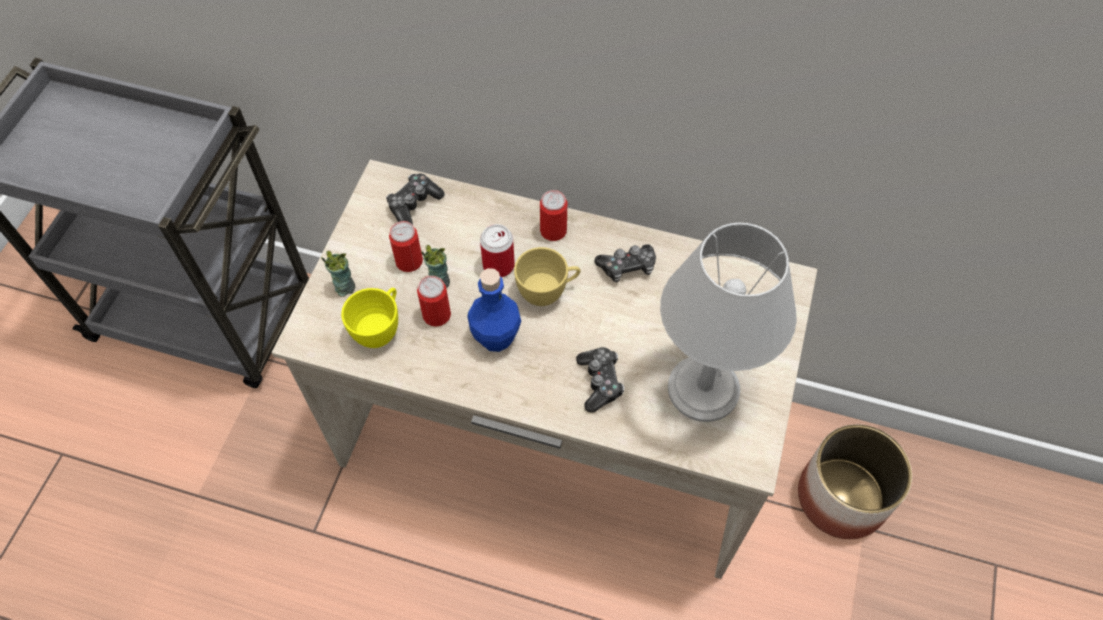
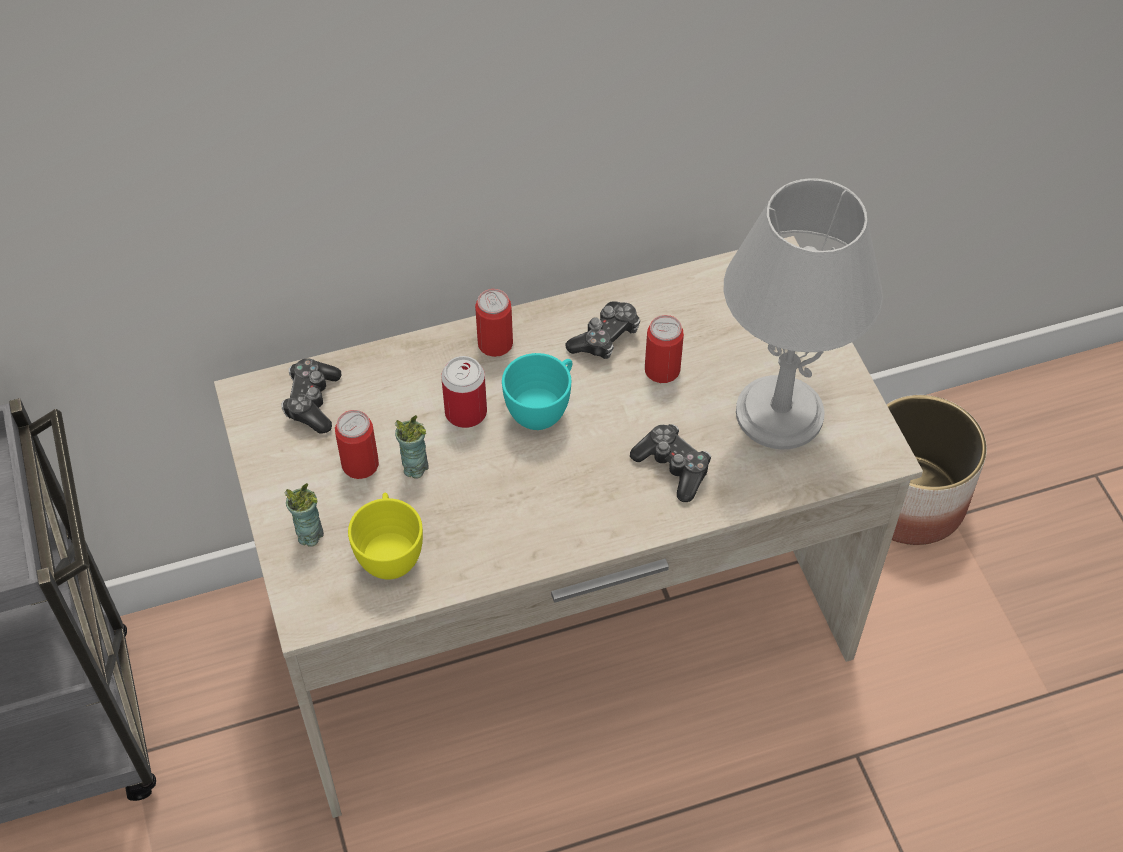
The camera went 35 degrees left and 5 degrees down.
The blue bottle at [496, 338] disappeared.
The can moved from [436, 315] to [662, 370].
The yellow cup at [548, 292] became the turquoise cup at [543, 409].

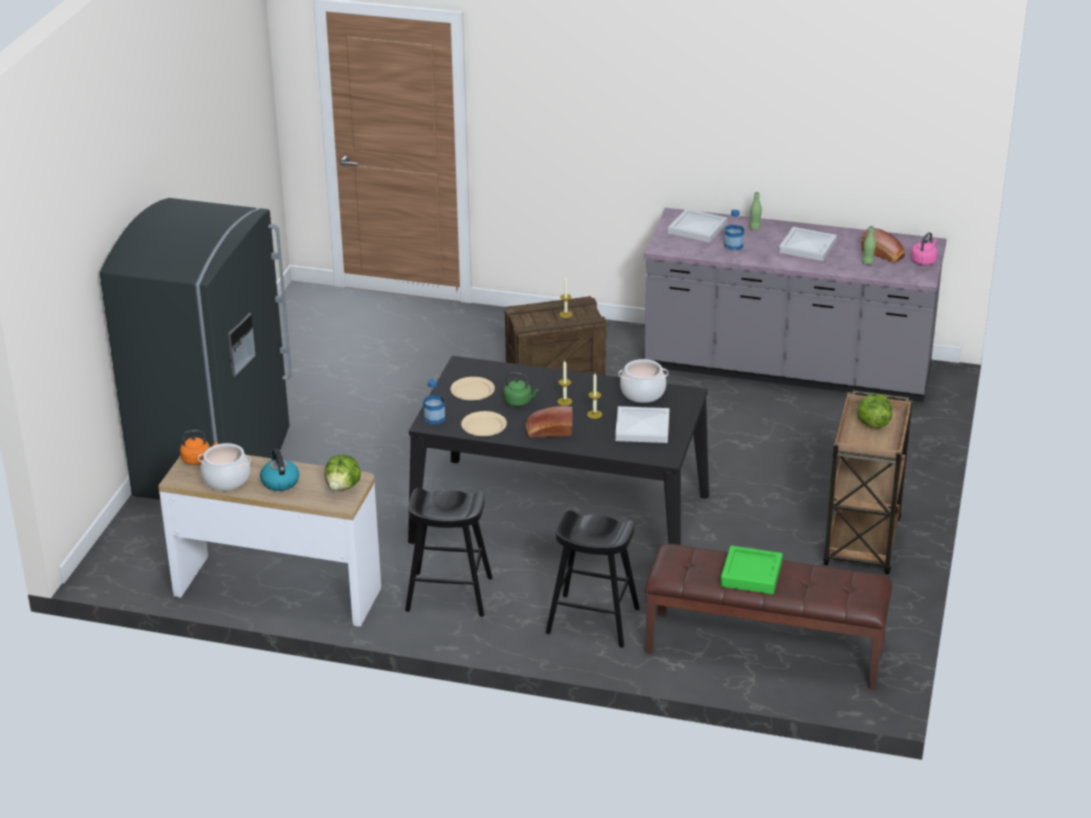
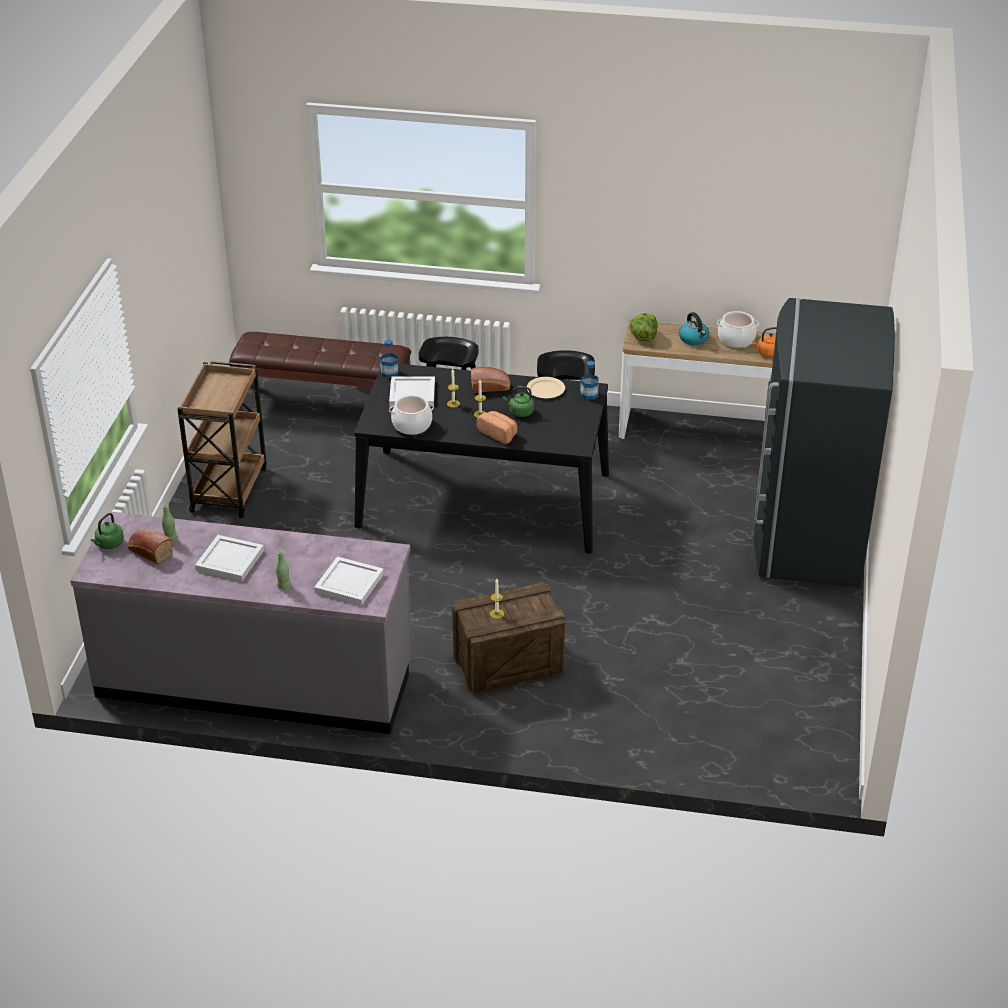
The camera went 175 degrees right and 5 degrees up.
The beige plate at [472, 391] disappeared.
The green tray at [751, 575] disappeared.
The lettuce at [872, 423] disappeared.
The bread at [498, 434] appeared.
The bottle moved from [733, 246] to [389, 373].
The pink kettle at [924, 261] became the green kettle at [109, 544].

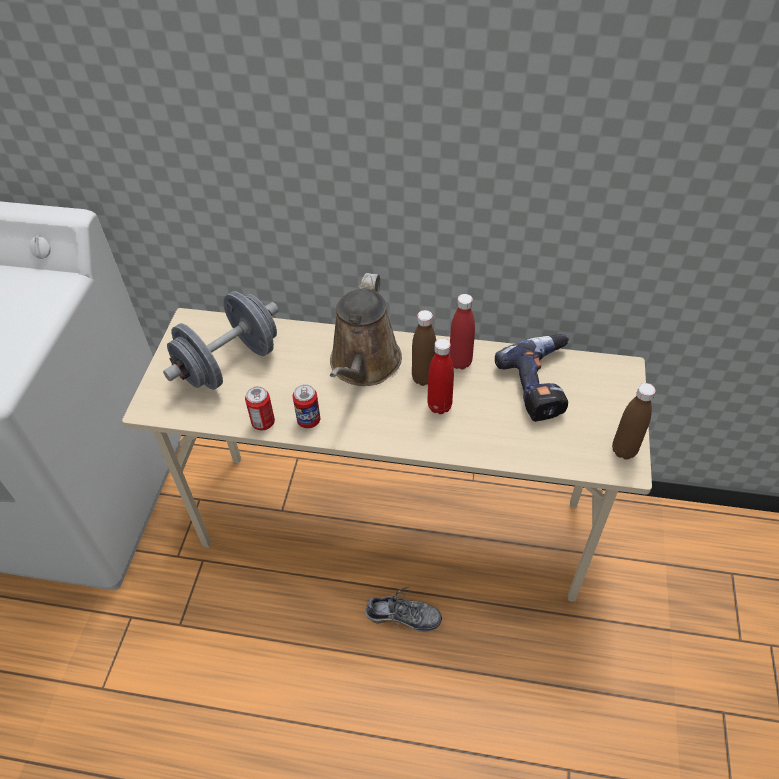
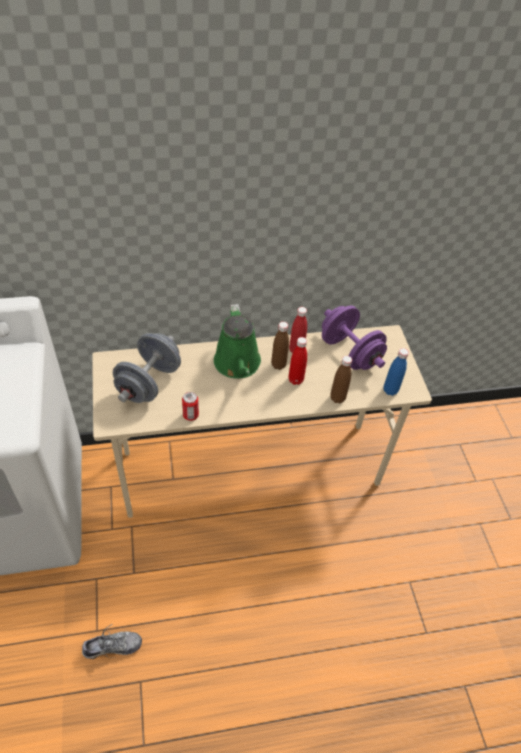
The camera went 25 degrees left and 0 degrees up.
The can at [309, 420] disappeared.
The blue bottle at [390, 390] appeared.
The shoe moved from [403, 616] to [112, 646].
The brown bottle moved from [624, 450] to [337, 398].
The power drill at [543, 384] was replaced by the purple dumbbell at [349, 353].
The brown watering can at [364, 365] became the green watering can at [238, 365].

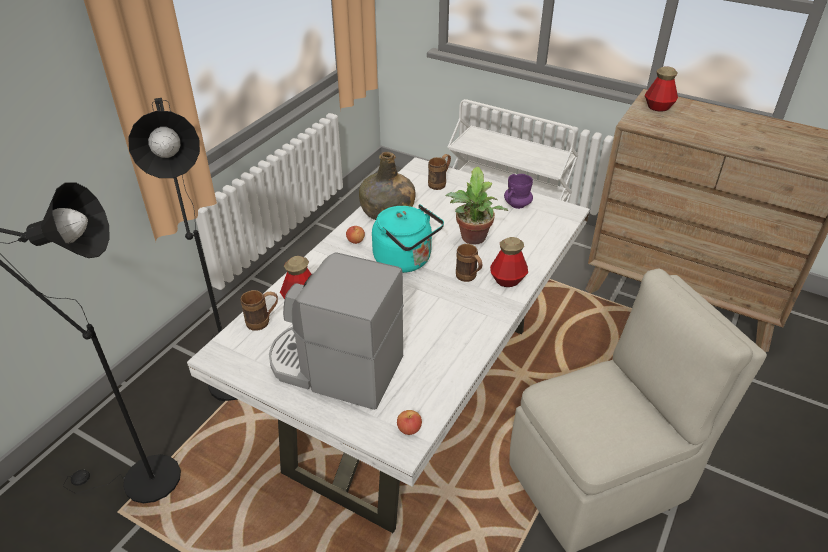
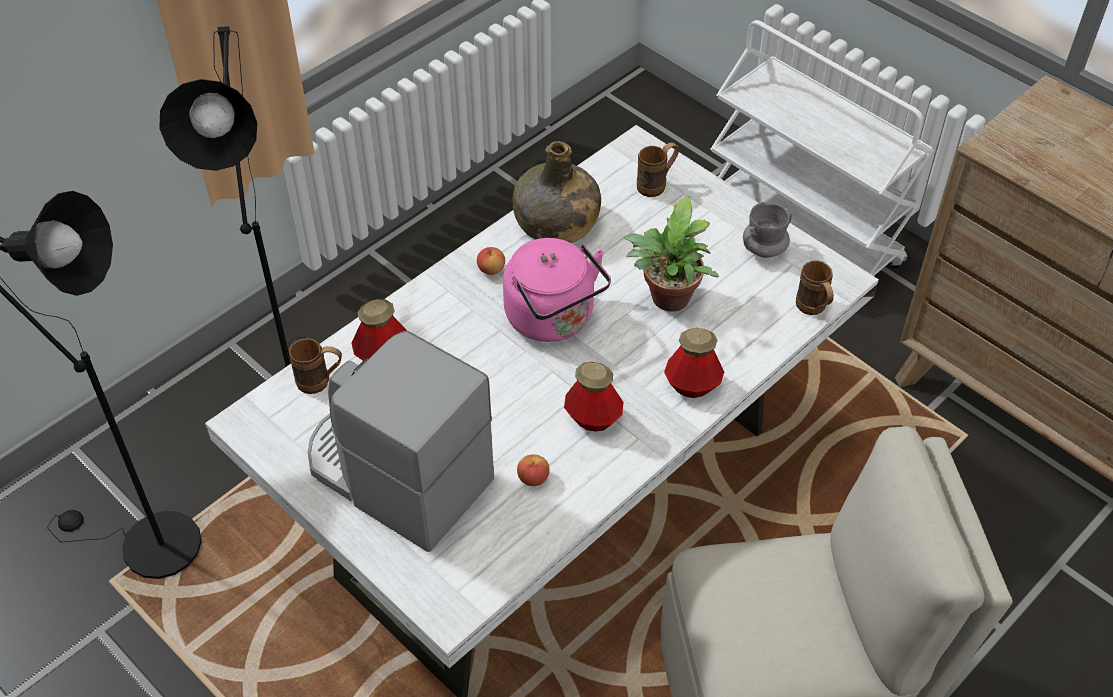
The camera went 15 degrees right and 10 degrees up.
The apple moved from [409, 429] to [533, 478].
The brown mug moved from [469, 278] to [813, 310].
The bottle moved from [658, 107] to [593, 418].
The turquoise kettle at [406, 260] became the pink kettle at [554, 319].
The purple mug at [517, 204] became the grey mug at [764, 249].

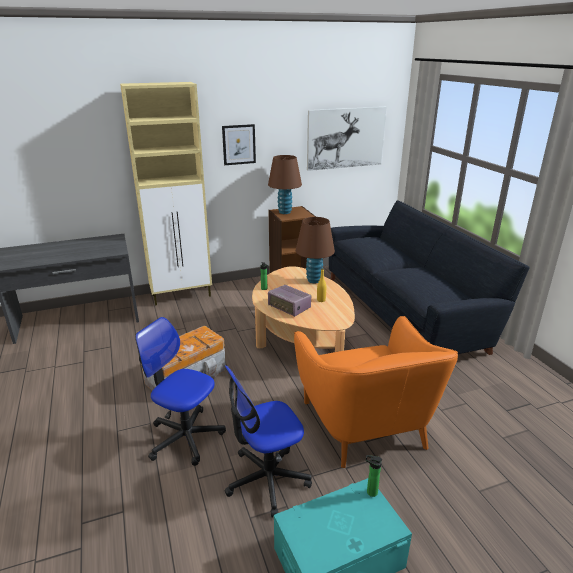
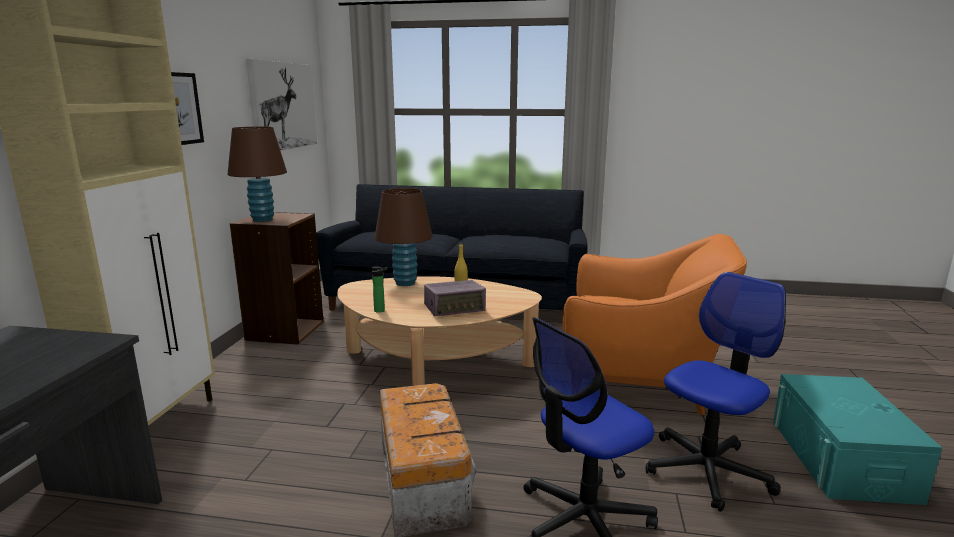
The camera went 60 degrees left and 10 degrees down.
The bottle at [370, 492] disappeared.
The office chair at [267, 479] turned 135 degrees counterclockwise.

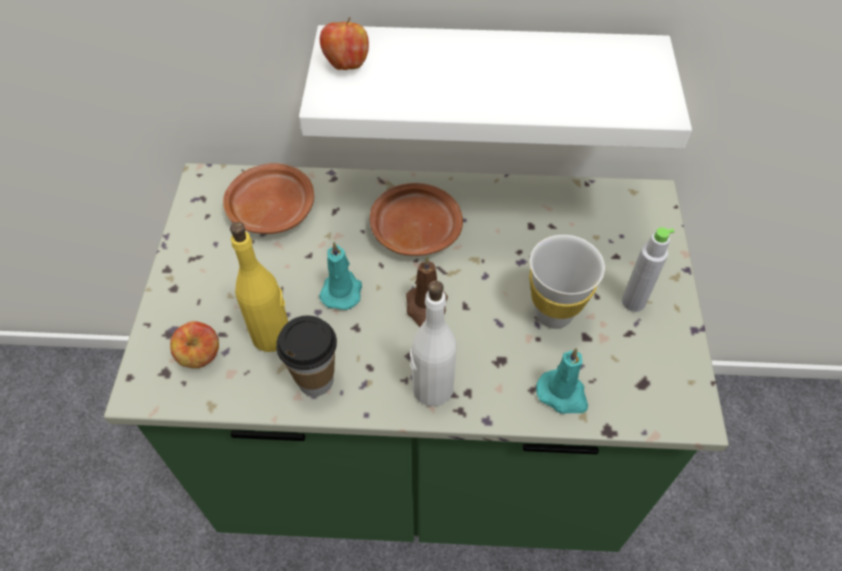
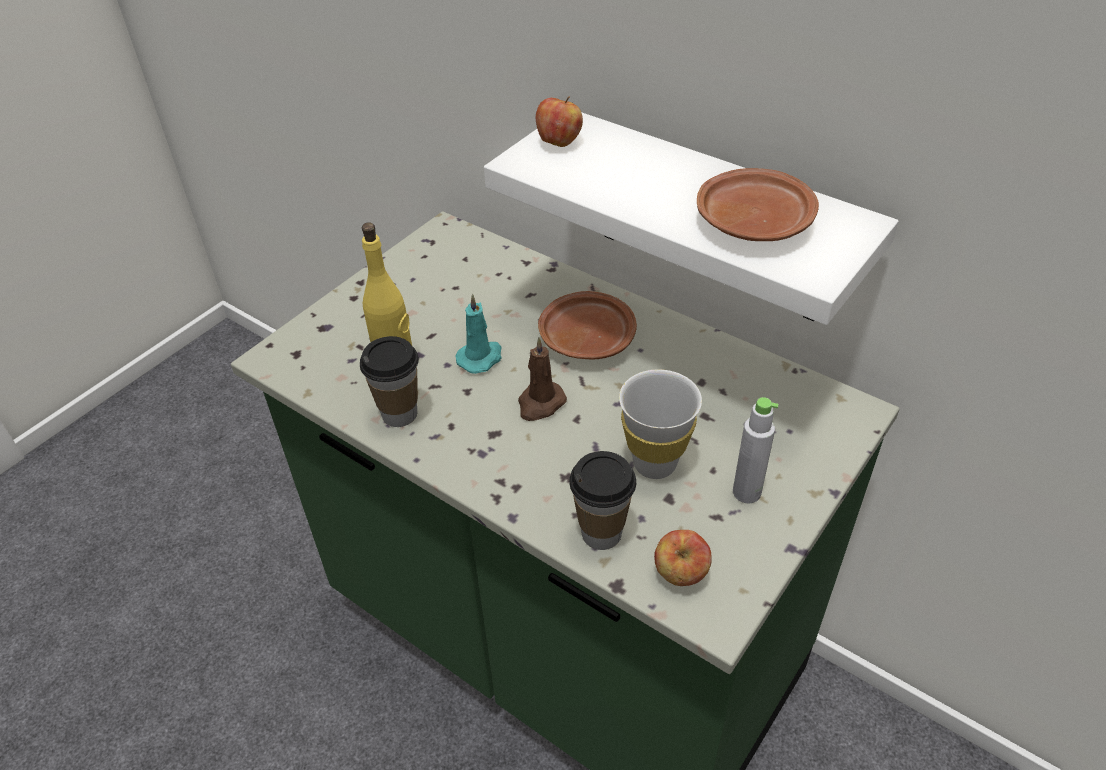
The camera went 35 degrees right and 10 degrees down.
The white bottle at [432, 388] disappeared.
The apple moved from [200, 357] to [680, 574].
The brown plate moved from [271, 209] to [753, 222].
The turquoise candle at [563, 394] was replaced by the cup at [601, 533].

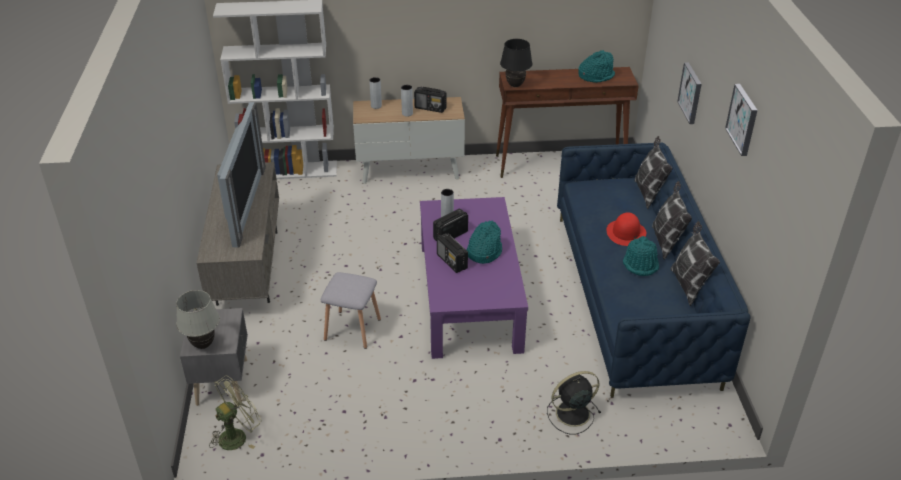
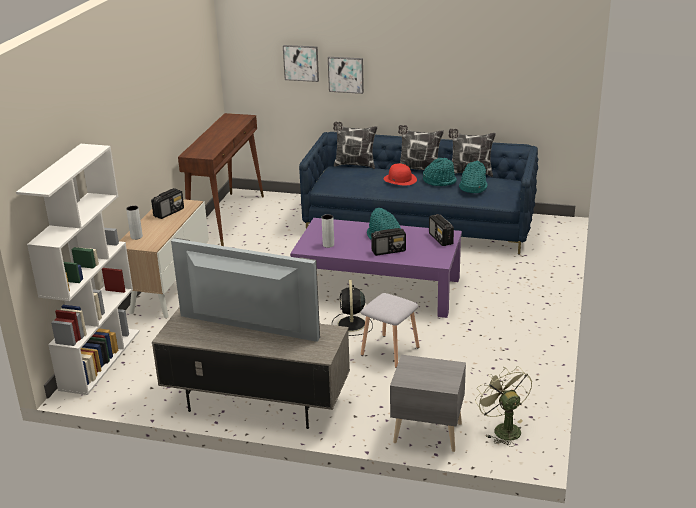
The camera went 70 degrees left and 10 degrees down.
The white table lamp at [203, 345] disappeared.
The grey vase at [407, 113] disappeared.
The black table lamp at [515, 85] disappeared.
The radio moved from [450, 235] to [441, 239].
The black fan moved from [571, 414] to [351, 324].
The turquoise hat moved from [596, 76] to [472, 187].
The picture moved from [743, 119] to [301, 62].

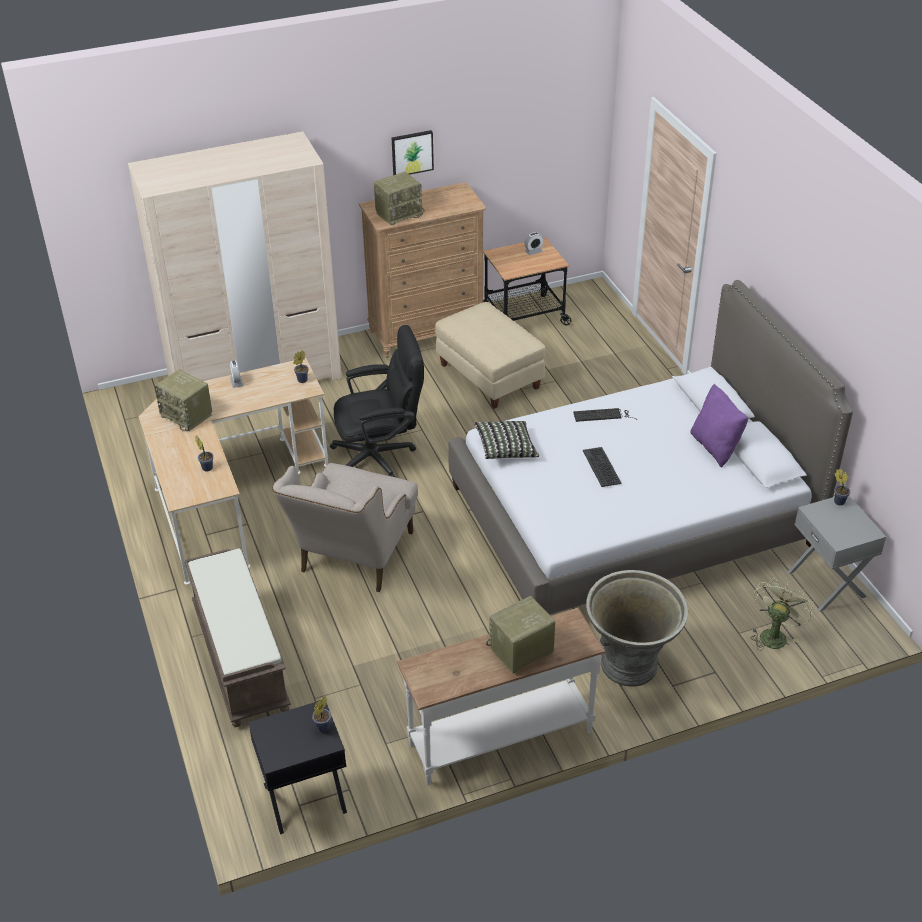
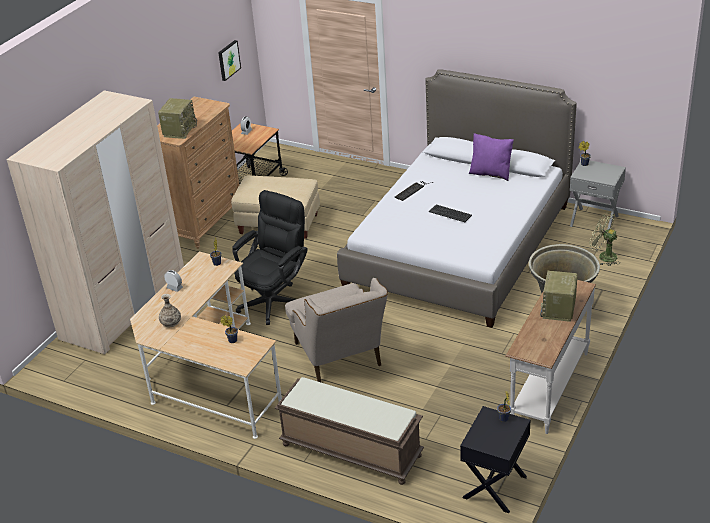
The camera went 40 degrees left and 5 degrees down.
The pillow at [505, 449] disappeared.
The picture moved from [412, 152] to [228, 60].
The radio at [187, 415] was replaced by the vase at [171, 322].
The green fan at [774, 634] turned 45 degrees counterclockwise.

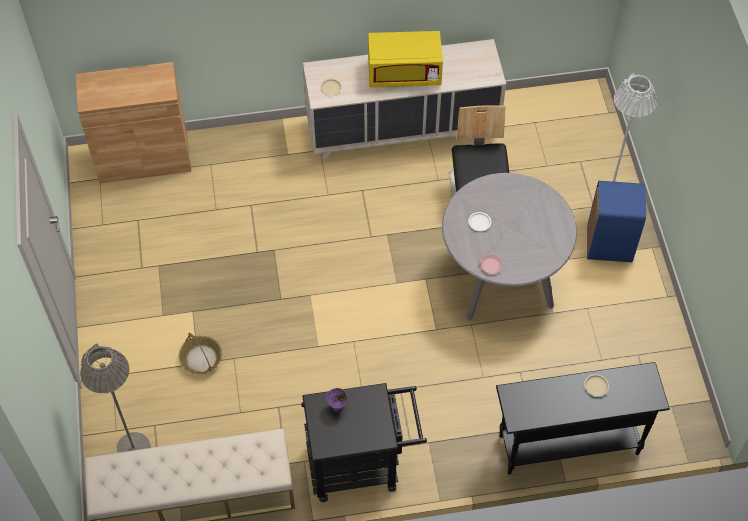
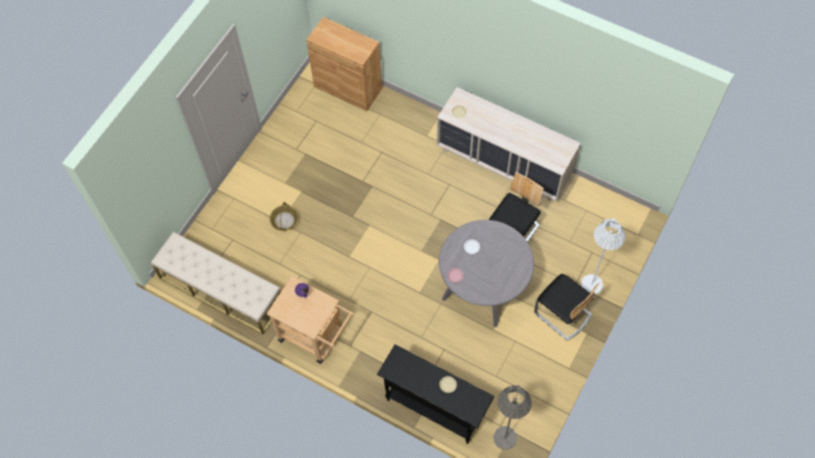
The camera went 40 degrees right and 5 degrees up.
The yellow microwave at [404, 74] disappeared.
The grey floor lamp moved from [133, 448] to [505, 438].
The blue trash can at [609, 245] was replaced by the chair at [563, 314].
The black cart at [362, 464] became the beige cart at [316, 337].

